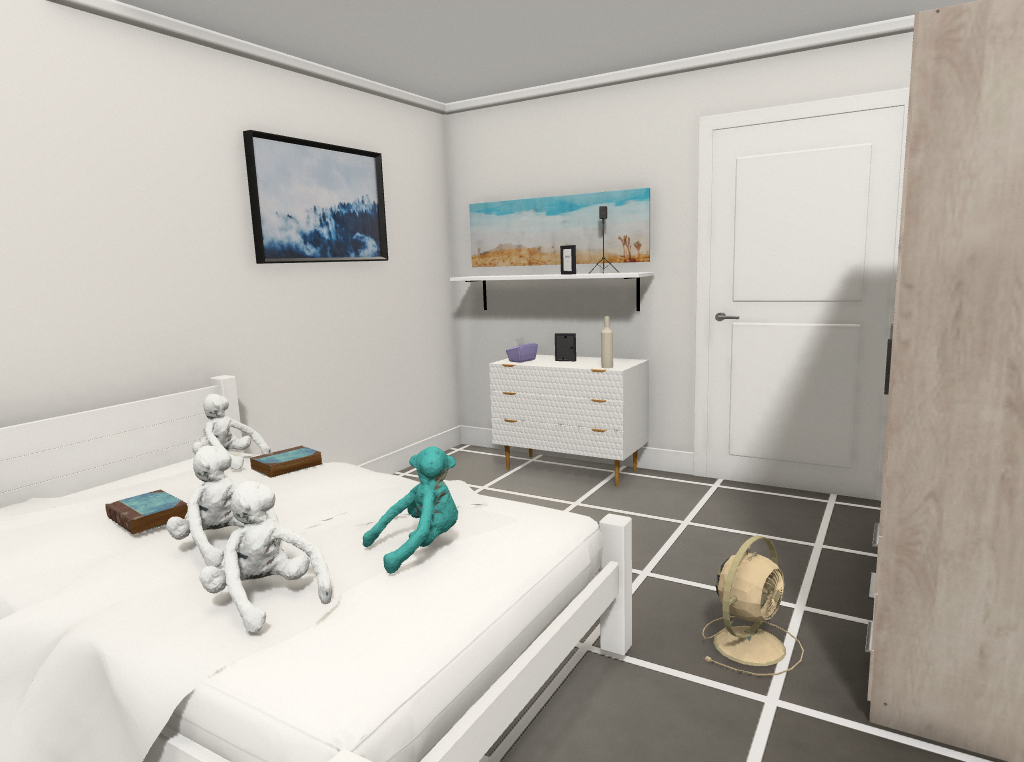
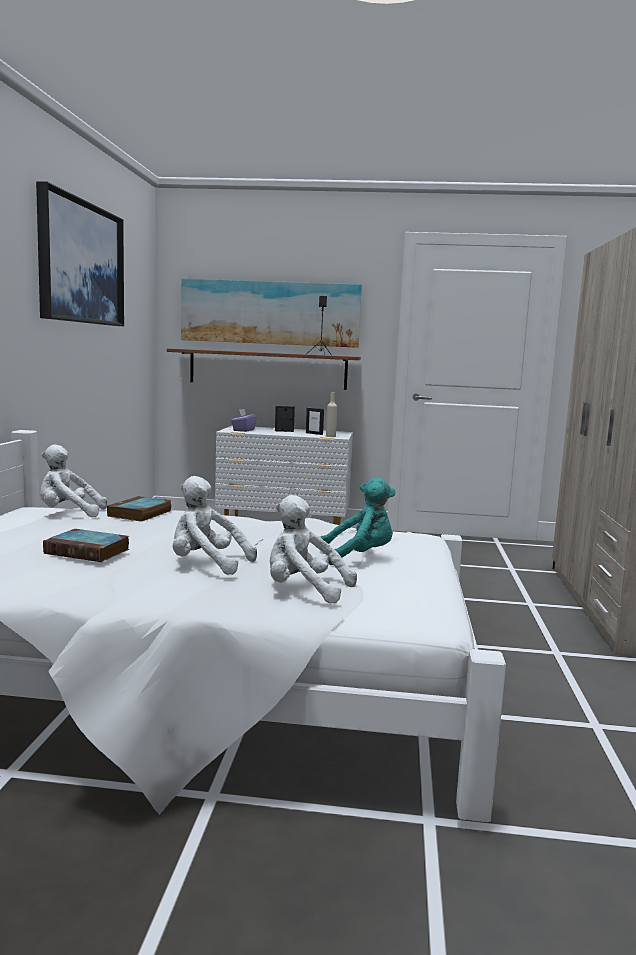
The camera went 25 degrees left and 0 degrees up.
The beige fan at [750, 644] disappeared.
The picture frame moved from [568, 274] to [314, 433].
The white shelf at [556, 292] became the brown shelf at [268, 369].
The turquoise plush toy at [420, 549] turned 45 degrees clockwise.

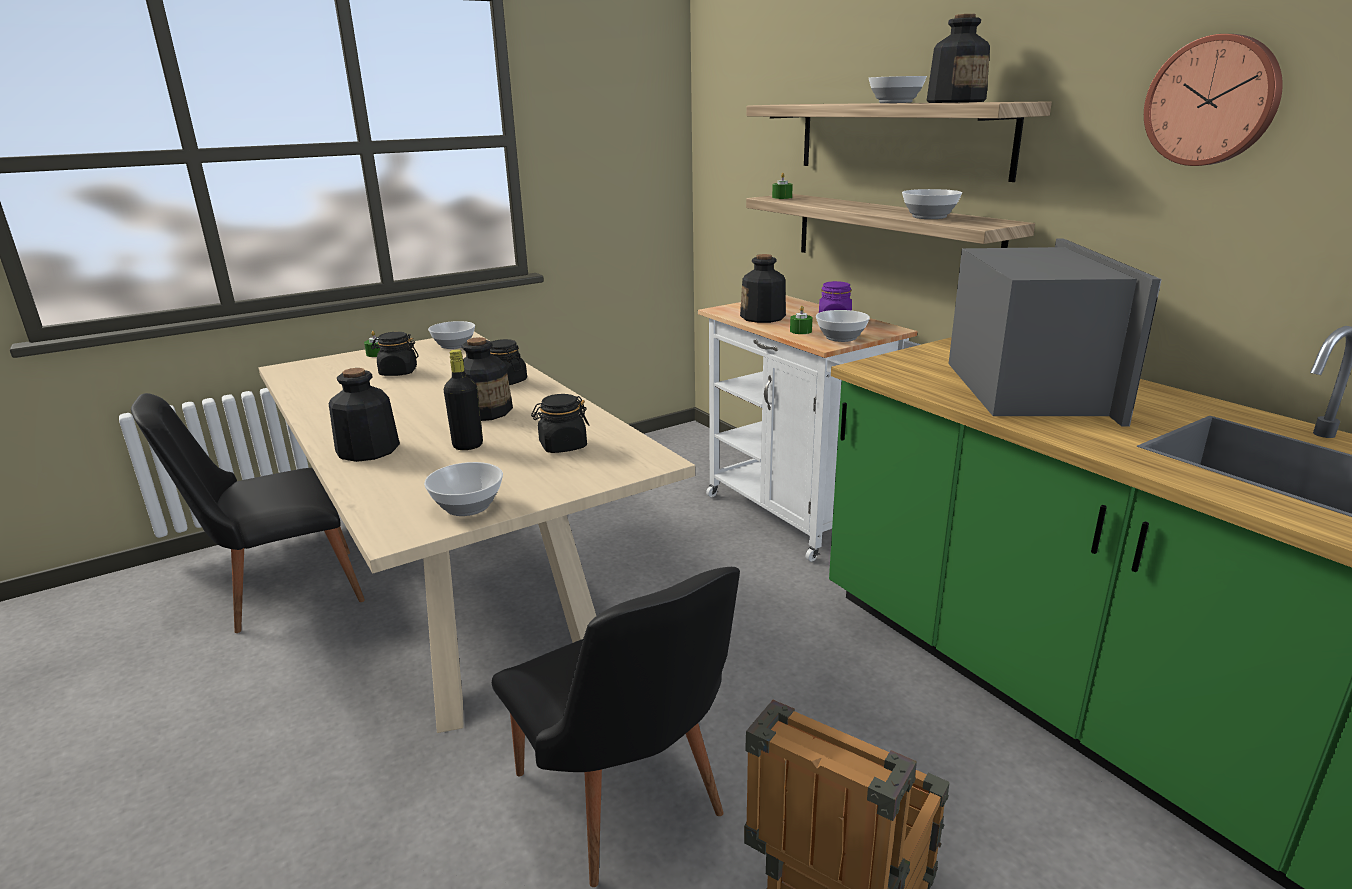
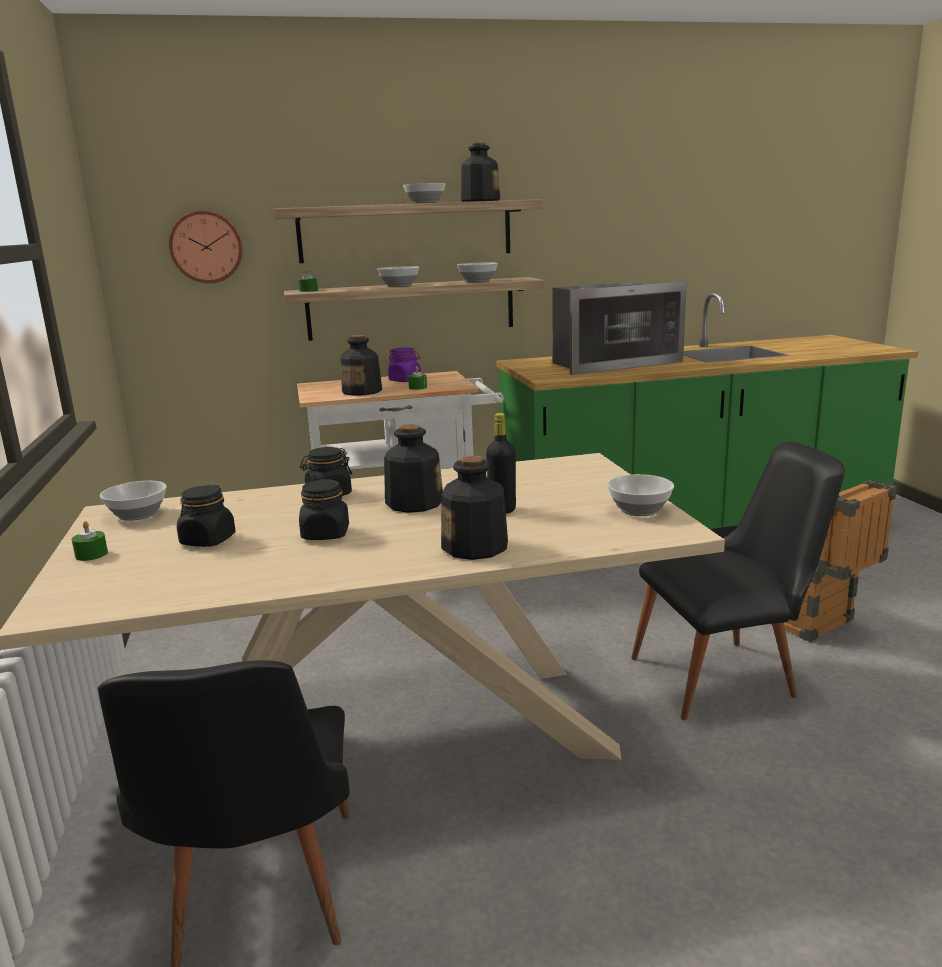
The camera went 70 degrees left and 5 degrees down.
The black jar moved from [562, 446] to [325, 534].
The bowl moved from [840, 338] to [398, 286].
The wall clock moved from [1213, 101] to [206, 247].
The microwave at [1026, 387] turned 135 degrees clockwise.

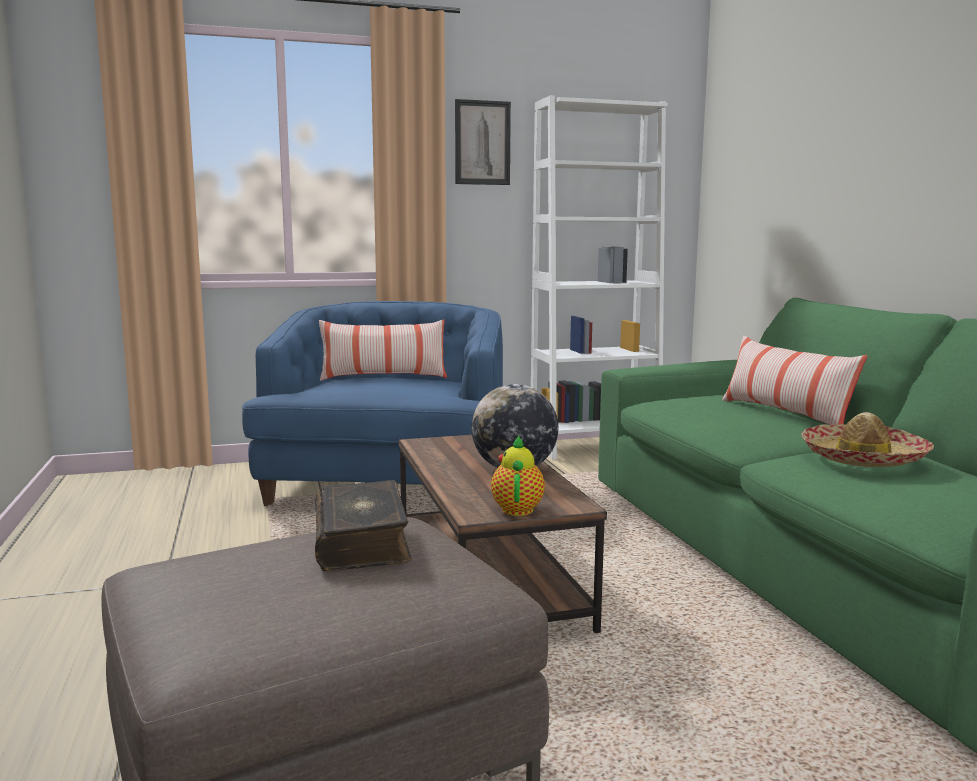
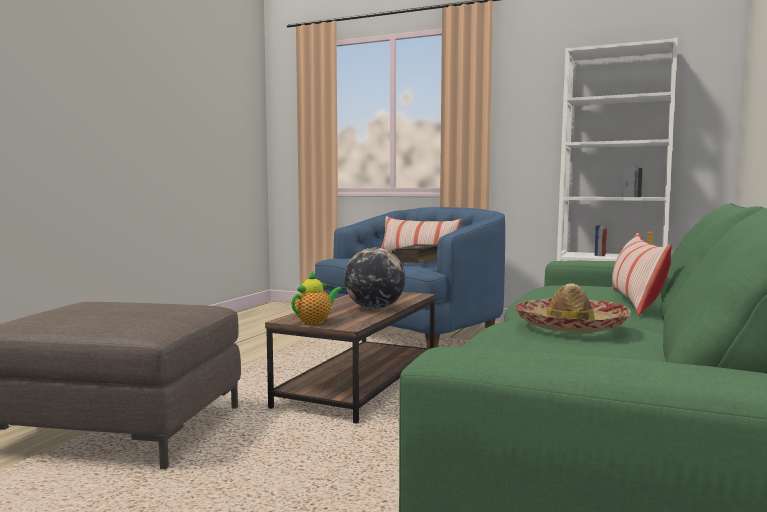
The camera went 40 degrees right and 5 degrees down.
The picture at [482, 143] disappeared.
The book moved from [363, 541] to [417, 260].

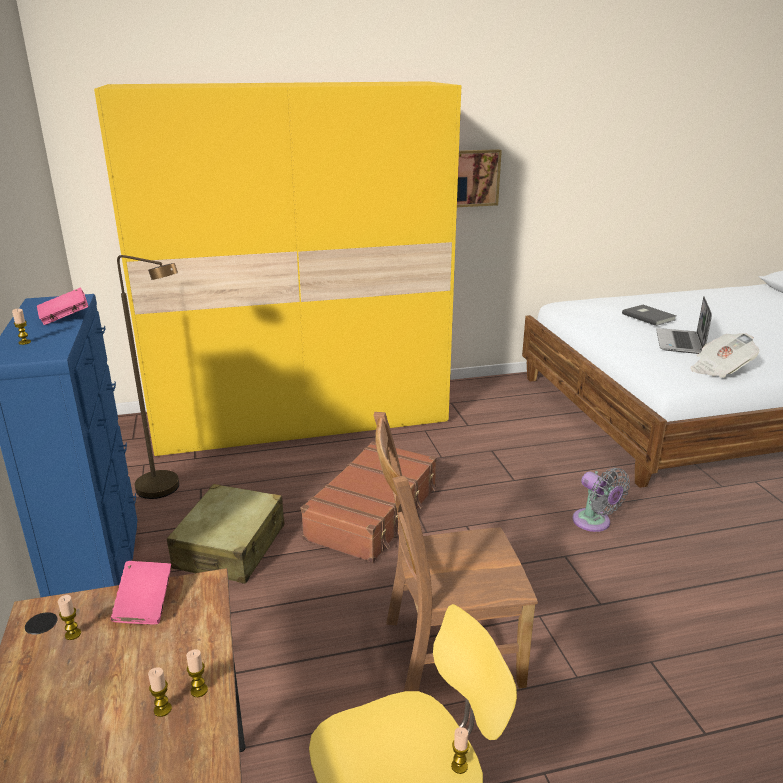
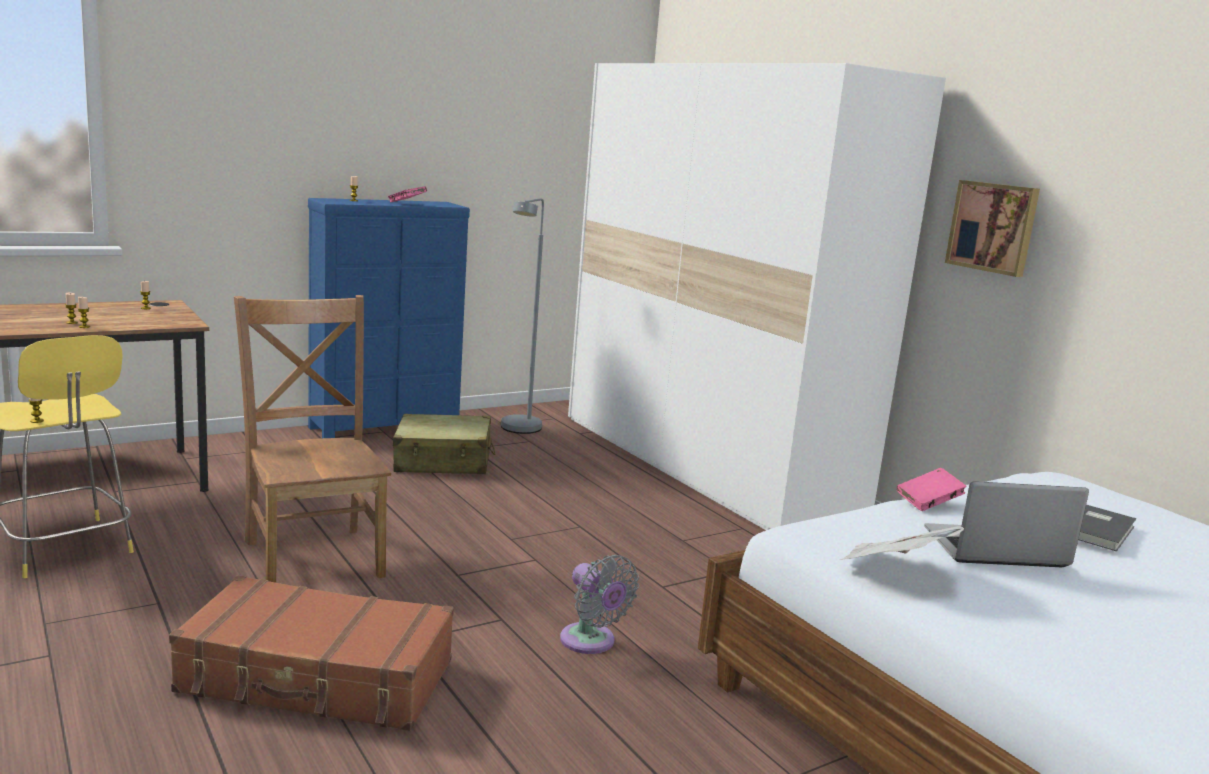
The camera went 70 degrees right and 10 degrees down.
The pink book moved from [145, 605] to [928, 503].
The brown suitcase moved from [374, 512] to [317, 678].
The yellow wardrobe at [302, 418] became the white wardrobe at [703, 465].
The brown floor lamp at [167, 490] became the grey floor lamp at [519, 431].
The grey fan at [594, 523] turned 75 degrees counterclockwise.

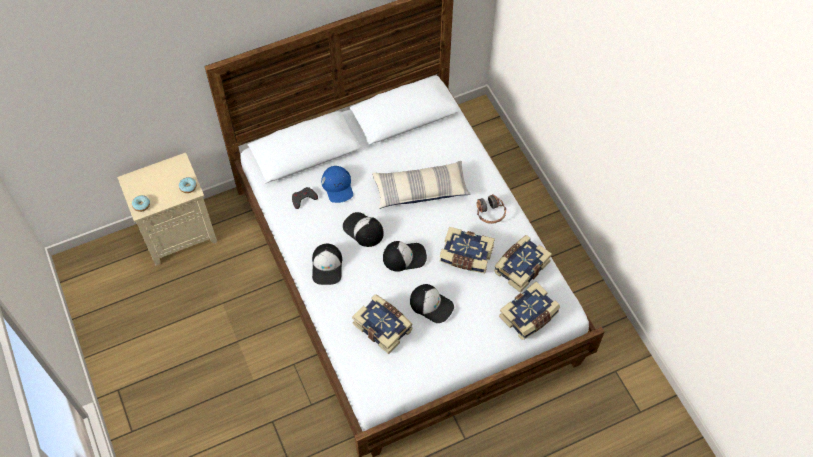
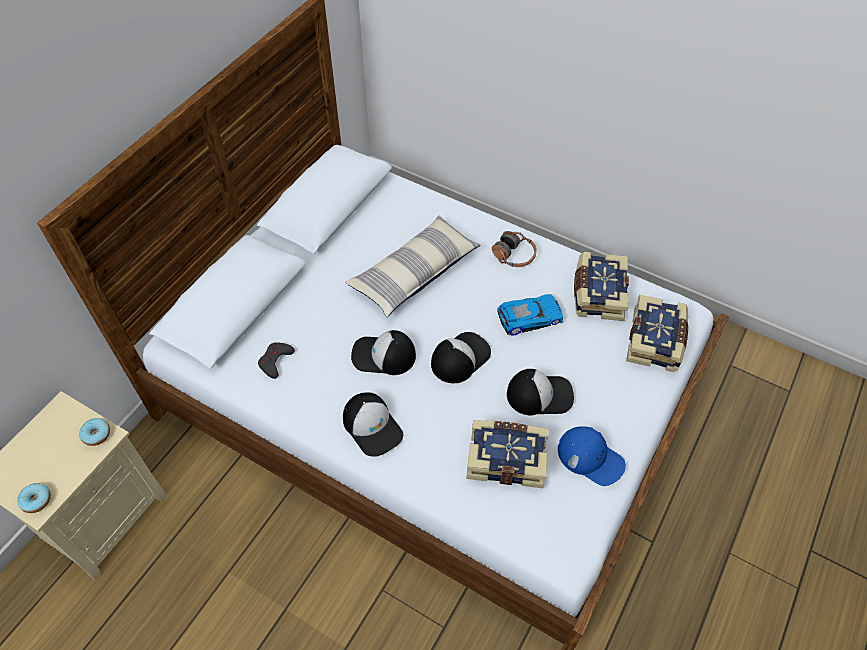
The camera went 35 degrees left and 5 degrees down.
The blue cap moved from [337, 186] to [590, 457].
The book at [466, 256] was replaced by the toy car at [529, 317].

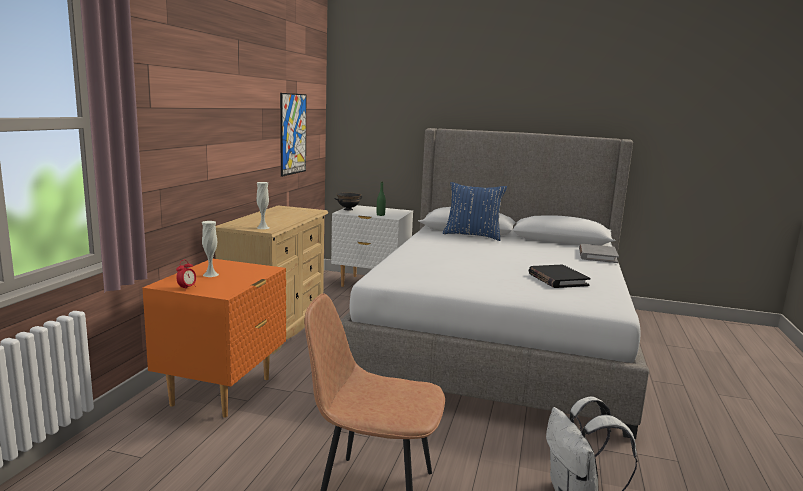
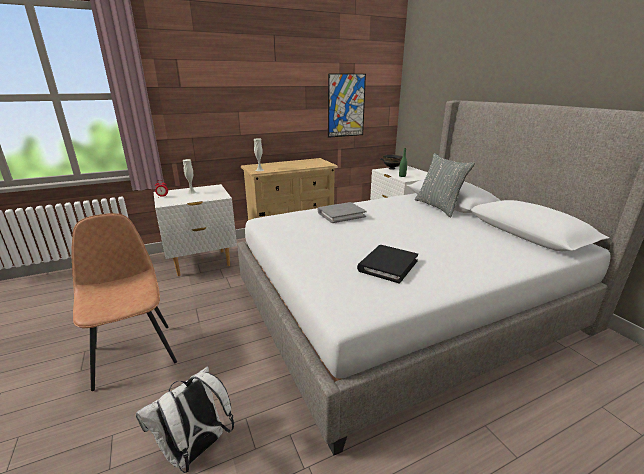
The camera went 50 degrees right and 10 degrees up.
The grey book moved from [597, 256] to [341, 214].
The orange nightstand at [223, 391] became the white nightstand at [202, 263].
The blue pillow at [472, 235] became the grey pillow at [438, 207].

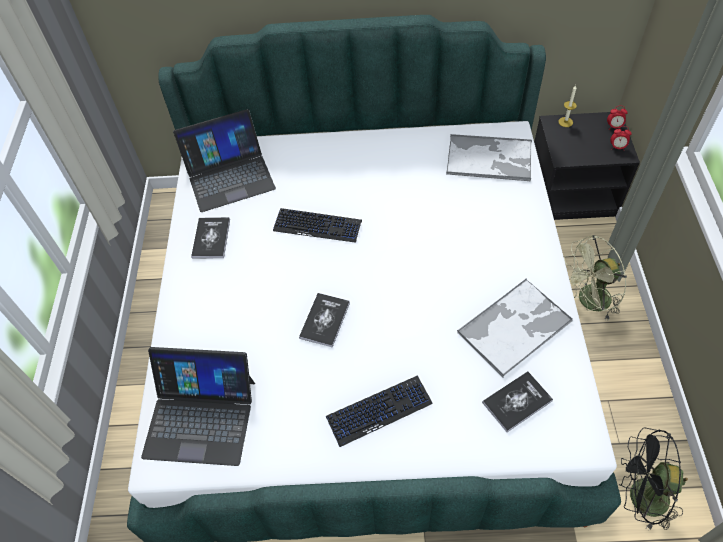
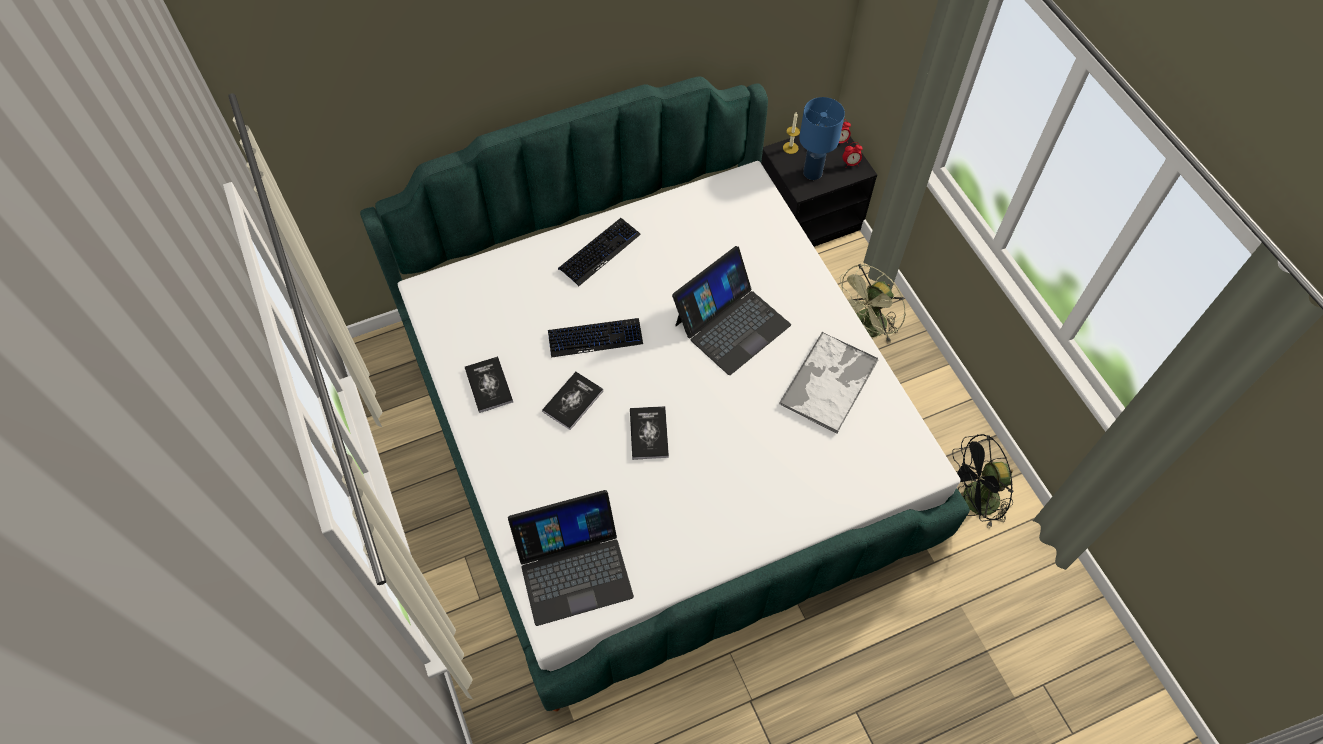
The camera went 25 degrees left and 5 degrees up.
The tray at [490, 158] disappeared.
The blue table lamp at [813, 172] appeared.
The laptop moved from [229, 175] to [731, 324].
The keyboard moved from [379, 410] to [599, 252].
The book moved from [517, 401] to [573, 401].

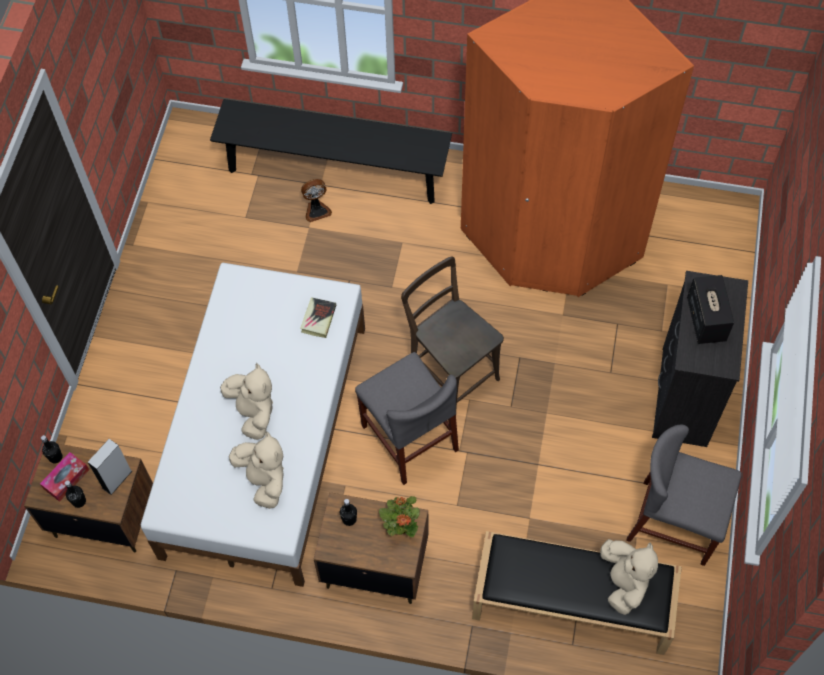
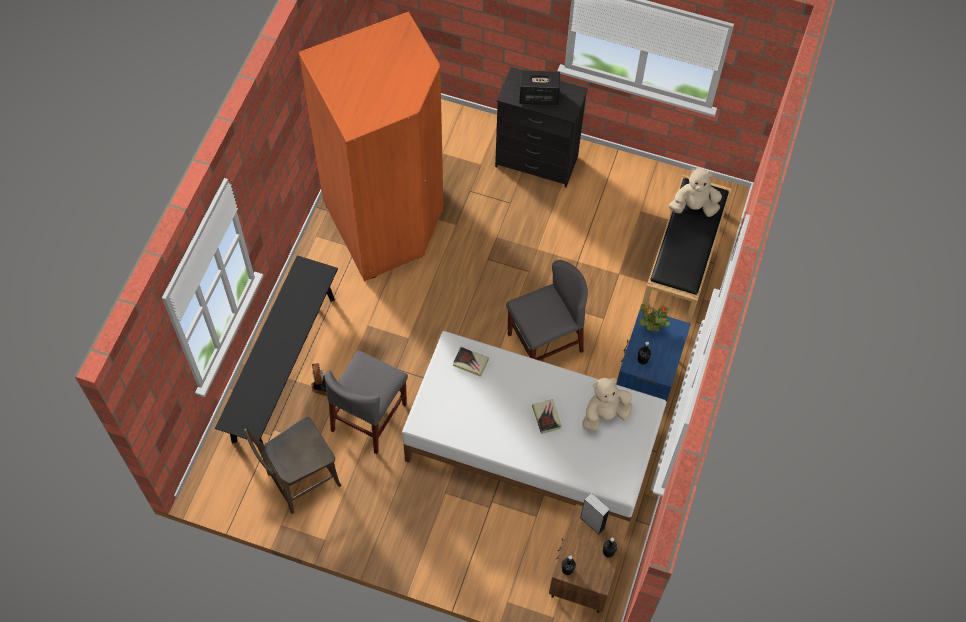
The camera went 85 degrees left and 0 degrees up.
The tissue box at [66, 479] disappeared.
The brown chair moved from [451, 371] to [300, 481].
The grey chair moved from [674, 522] to [369, 417].
The beige plush toy at [253, 412] was replaced by the book at [546, 417].
The brown nightstand at [374, 566] became the blue nightstand at [645, 379].

